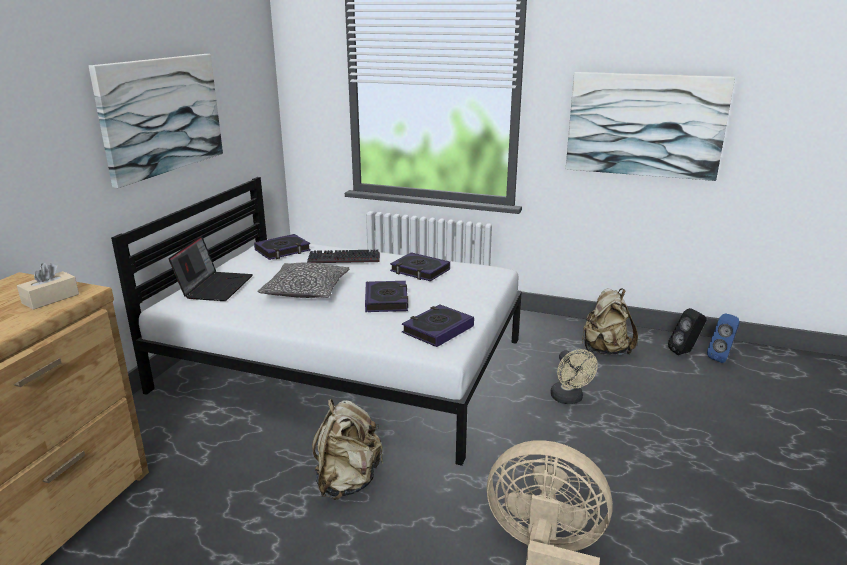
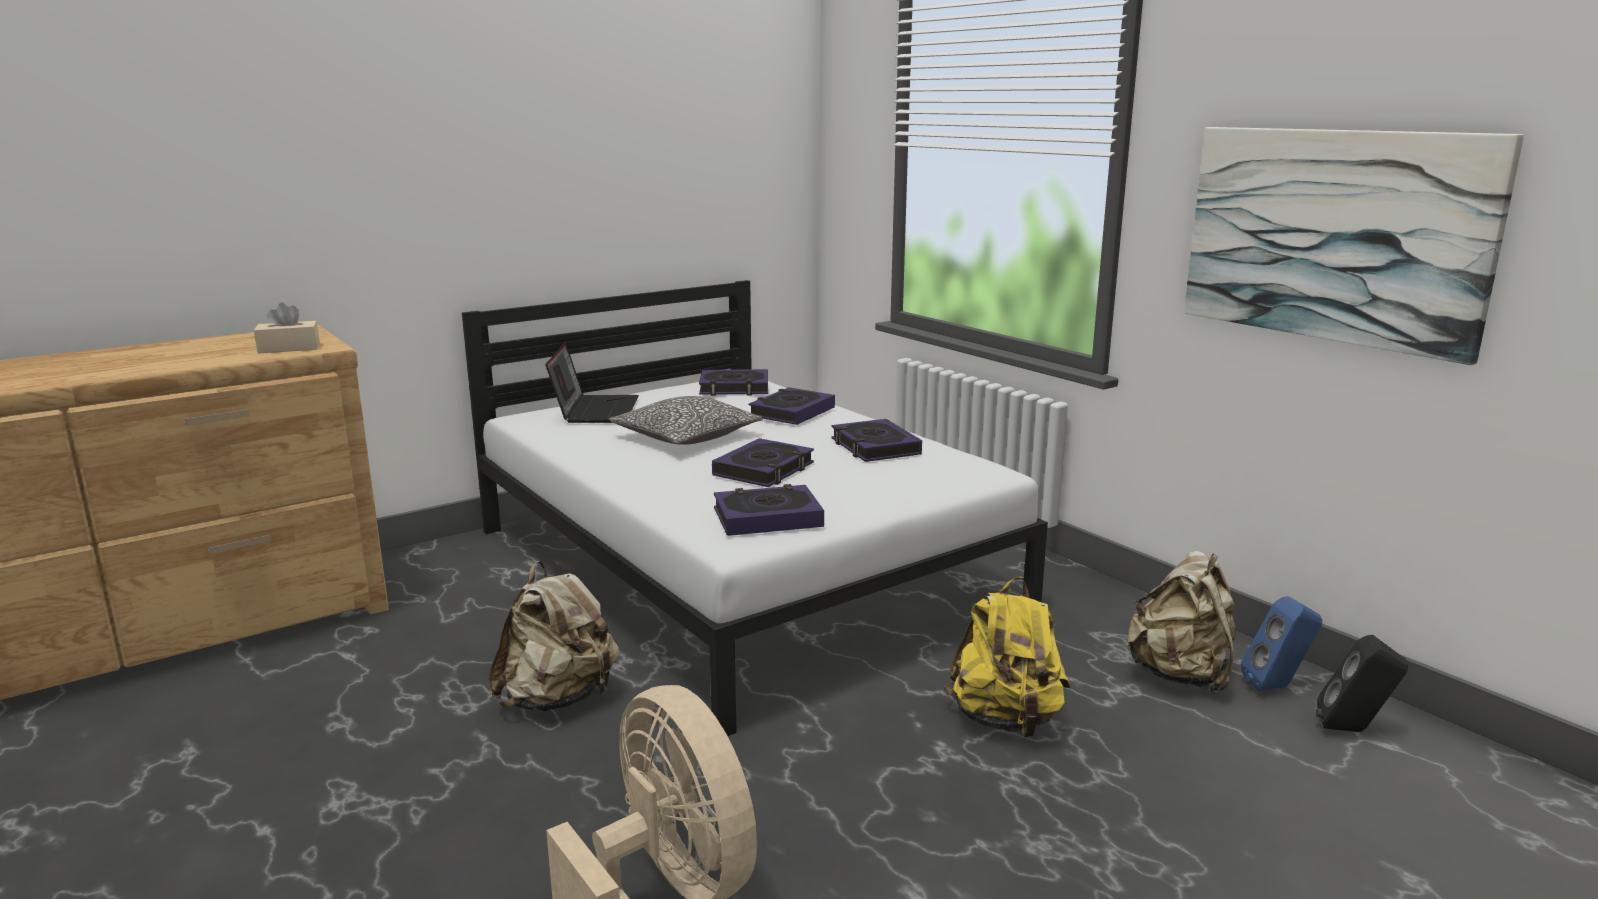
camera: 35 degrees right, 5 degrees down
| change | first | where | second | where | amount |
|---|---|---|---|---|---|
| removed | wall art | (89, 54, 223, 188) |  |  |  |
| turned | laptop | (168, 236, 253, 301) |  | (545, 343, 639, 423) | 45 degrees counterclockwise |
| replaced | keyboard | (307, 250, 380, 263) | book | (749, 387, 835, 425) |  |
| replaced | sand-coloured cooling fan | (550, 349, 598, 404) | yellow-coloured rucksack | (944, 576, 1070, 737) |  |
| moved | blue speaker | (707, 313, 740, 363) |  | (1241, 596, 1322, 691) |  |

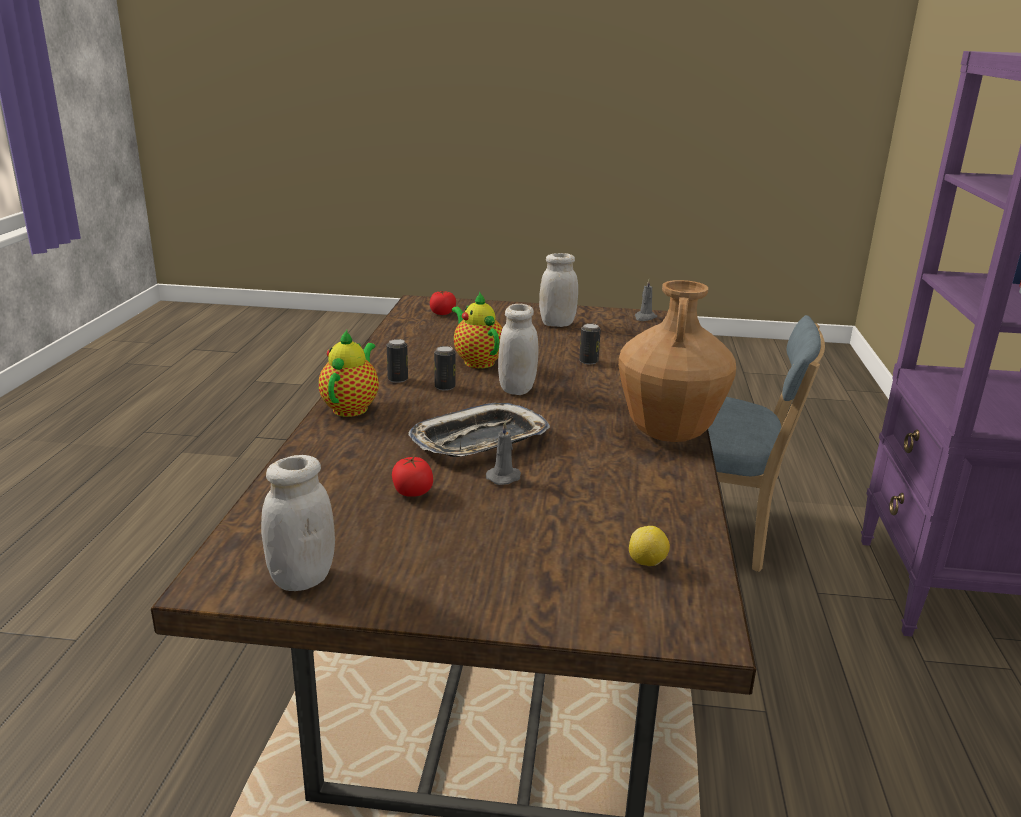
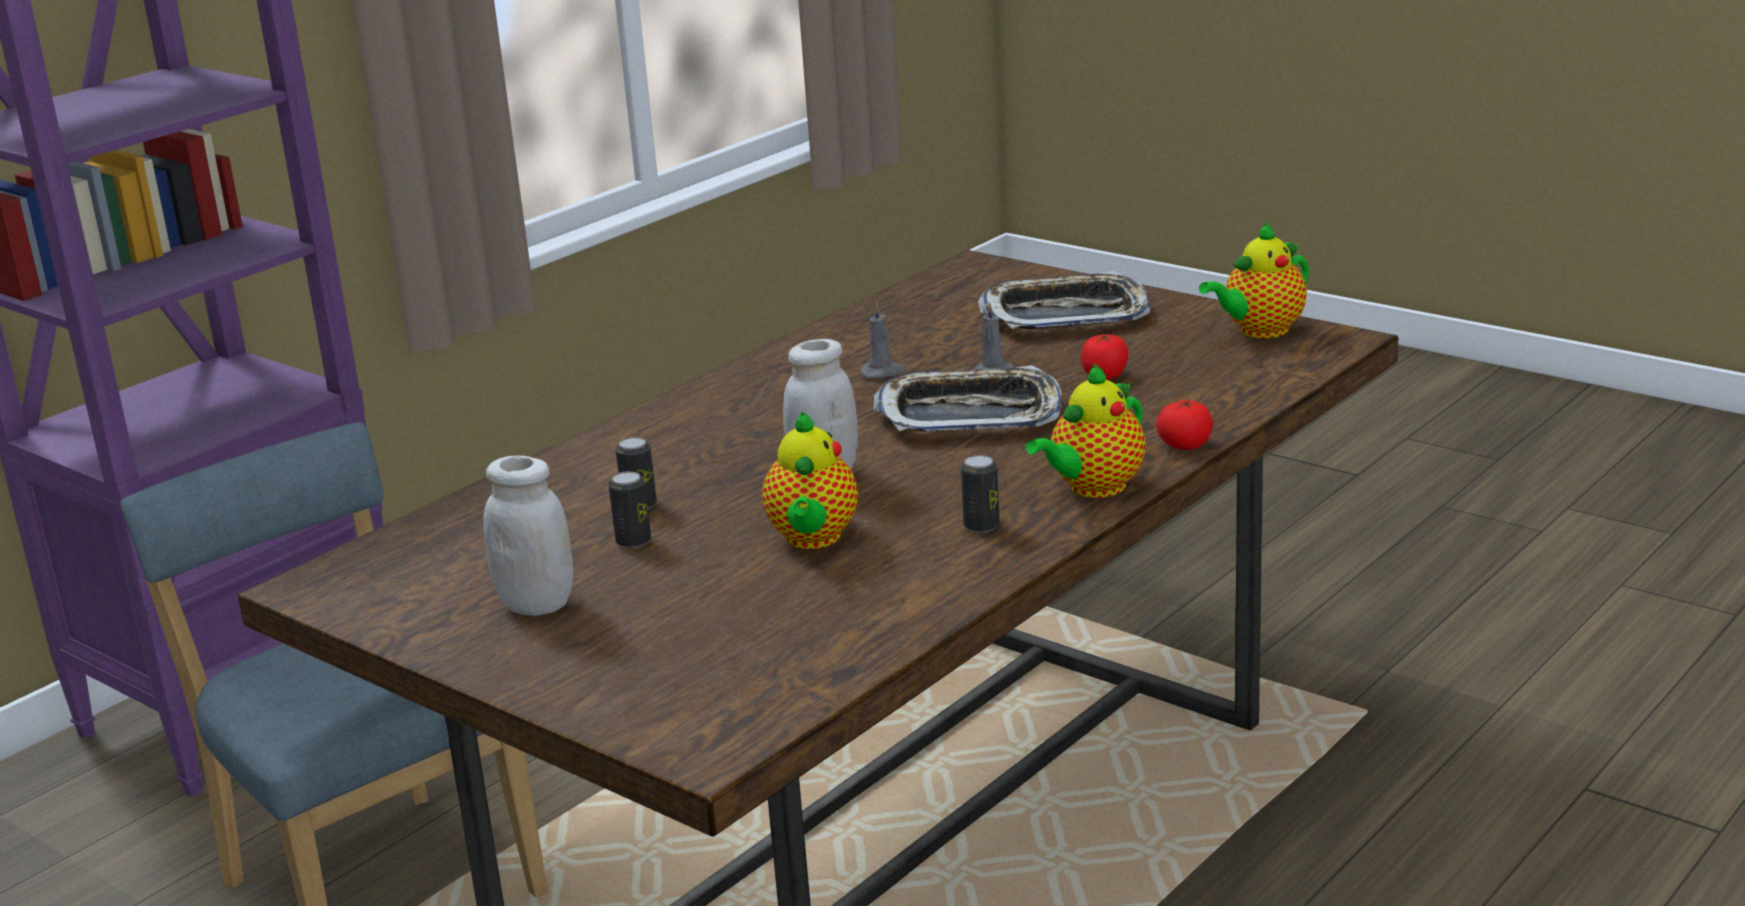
camera: 145 degrees left, 0 degrees up
| change | first | where | second | where | amount |
|---|---|---|---|---|---|
| replaced | whitish preserve jar | (261, 455, 335, 591) | tea pot | (1199, 222, 1309, 338) |  |
| moved | fresh tomato | (430, 291, 456, 315) |  | (1156, 399, 1213, 450) |  |
| moved | sealed can | (434, 346, 455, 391) |  | (608, 471, 651, 548) |  |
| removed | brown-coloured flower vase | (618, 280, 736, 442) |  |  |  |
| removed | lemon | (629, 526, 670, 566) |  |  |  |
| moved | grey wax candle | (635, 278, 657, 321) |  | (860, 303, 905, 379) |  |
| added |  |  | carrying tray | (978, 271, 1150, 329) |  |

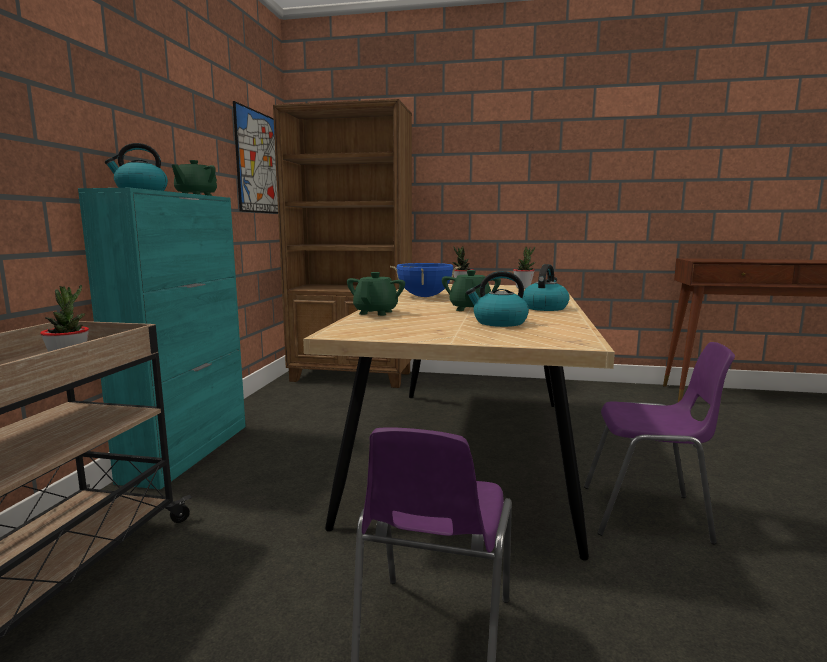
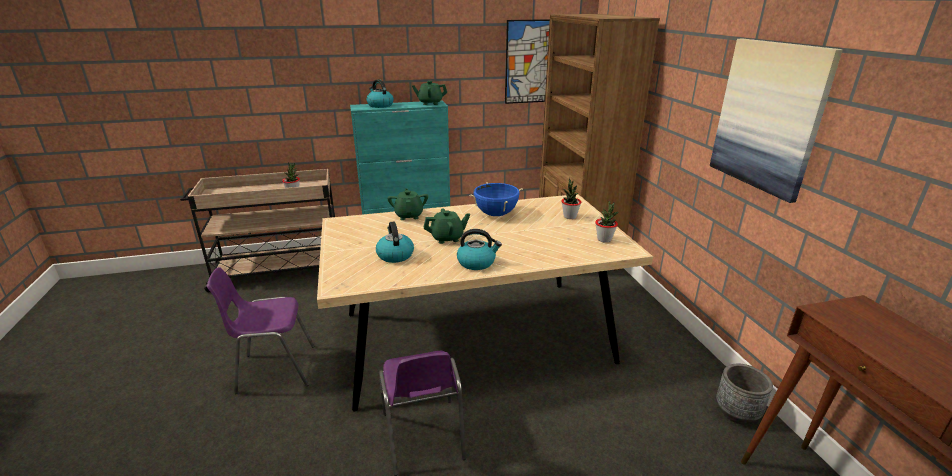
camera: 65 degrees right, 15 degrees up
| change | first | where | second | where | amount |
|---|---|---|---|---|---|
| turned | green-coloured tea pot | (347, 272, 405, 316) |  | (387, 188, 428, 220) | 90 degrees counterclockwise |
| added |  |  | wall art | (710, 39, 842, 203) |  |
| added |  |  | grey flower pot | (716, 363, 773, 425) |  |

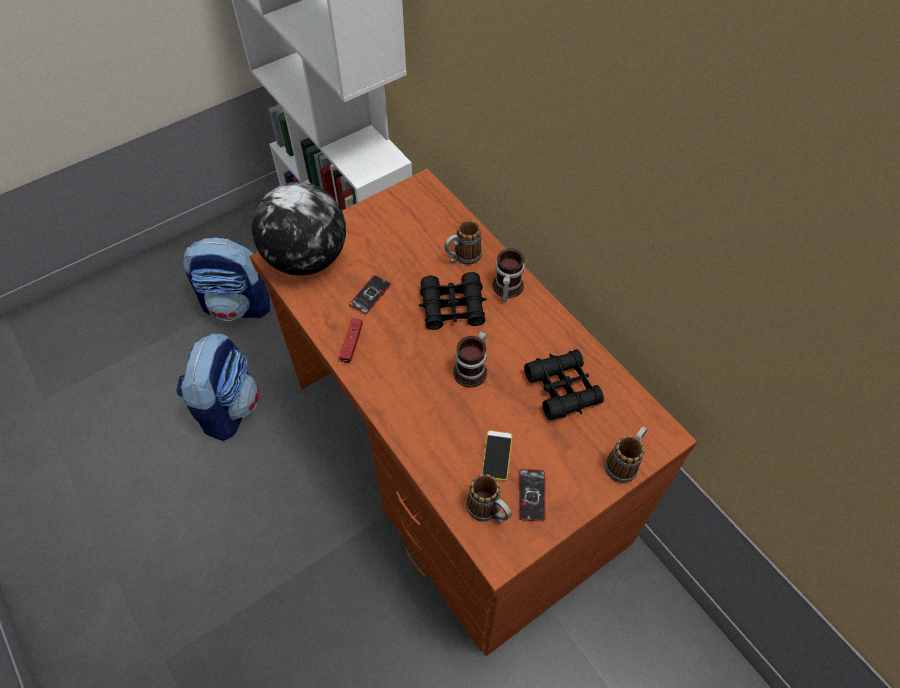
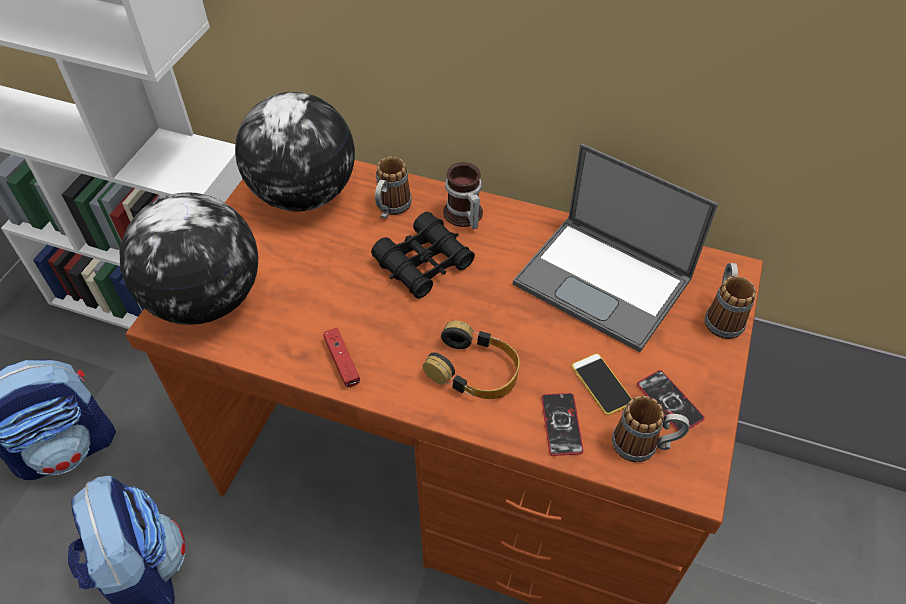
camera: 35 degrees left, 5 degrees down
| change | first | where | second | where | amount |
|---|---|---|---|---|---|
| moved | handset | (349, 275, 391, 314) |  | (541, 393, 584, 456) |  |
| removed | mug | (453, 331, 487, 388) |  |  |  |
| replaced | black-coloured binoculars | (524, 349, 604, 420) | laptop | (513, 143, 718, 352) |  |
| added |  |  | desk globe | (235, 92, 355, 211) |  |
| added |  |  | headset | (422, 321, 520, 399) |  |

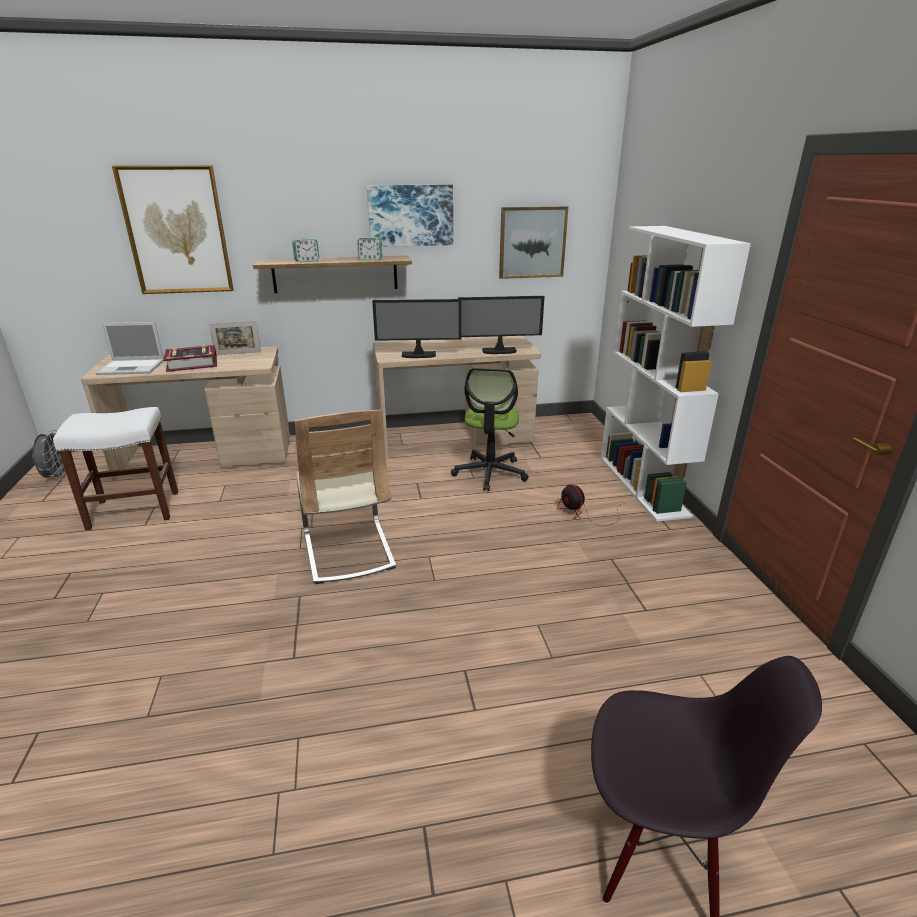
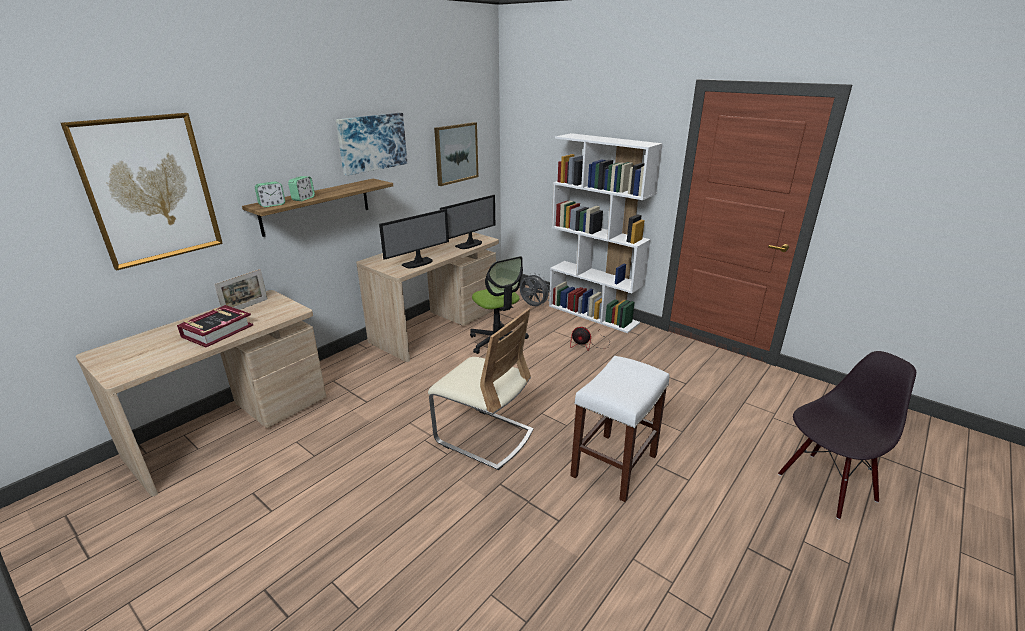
camera: 40 degrees left, 0 degrees up
| change | first | where | second | where | amount |
|---|---|---|---|---|---|
| moved | grey cooling fan | (32, 430, 67, 480) |  | (520, 273, 551, 306) |  |
| moved | whitish stool seat | (53, 407, 178, 530) |  | (570, 356, 669, 502) |  |
| removed | laptop | (96, 322, 164, 375) |  |  |  |
| moved | alarm clock | (357, 237, 382, 260) |  | (255, 182, 285, 207) |  |

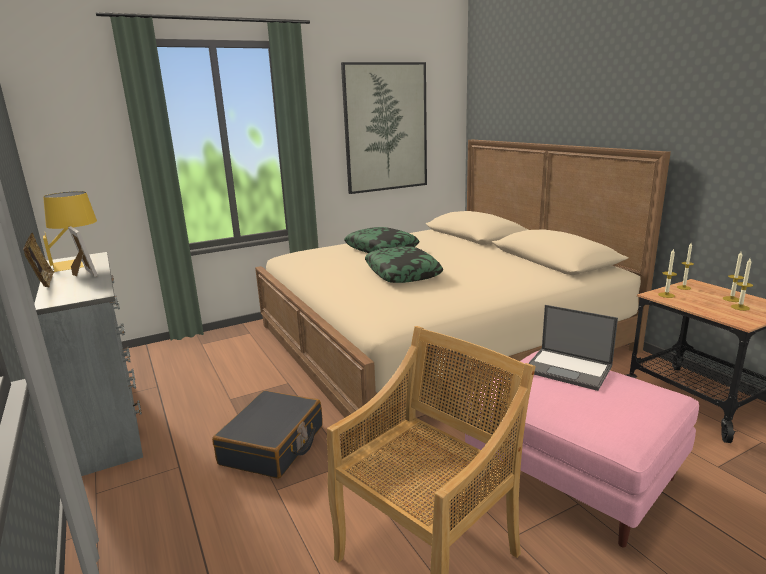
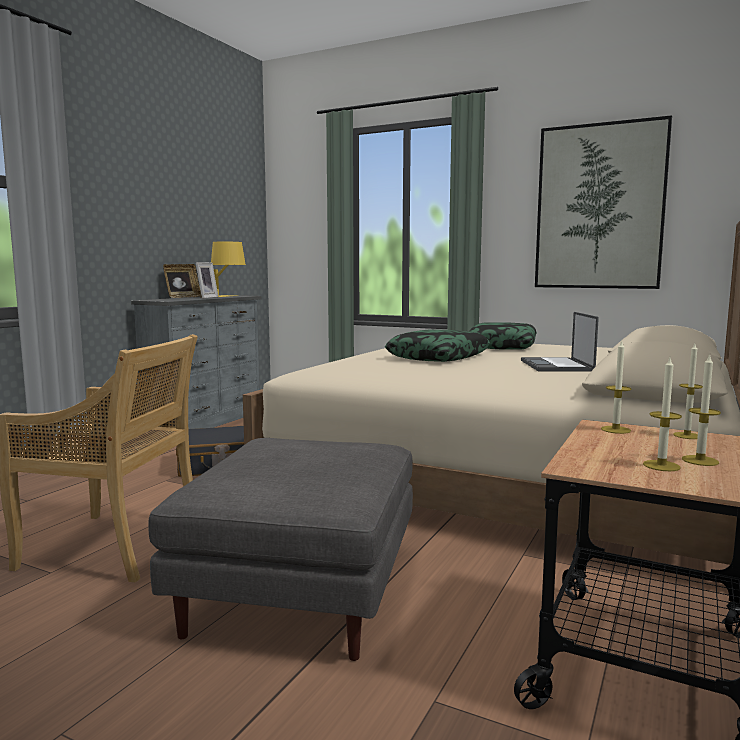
camera: 55 degrees right, 10 degrees down
| change | first | where | second | where | amount |
|---|---|---|---|---|---|
| recoloured | pink-coloured pouffe | (465, 350, 699, 548) | grey pouffe | (148, 438, 413, 661) |  |
| moved | laptop | (528, 305, 618, 391) |  | (521, 312, 599, 371) |  |

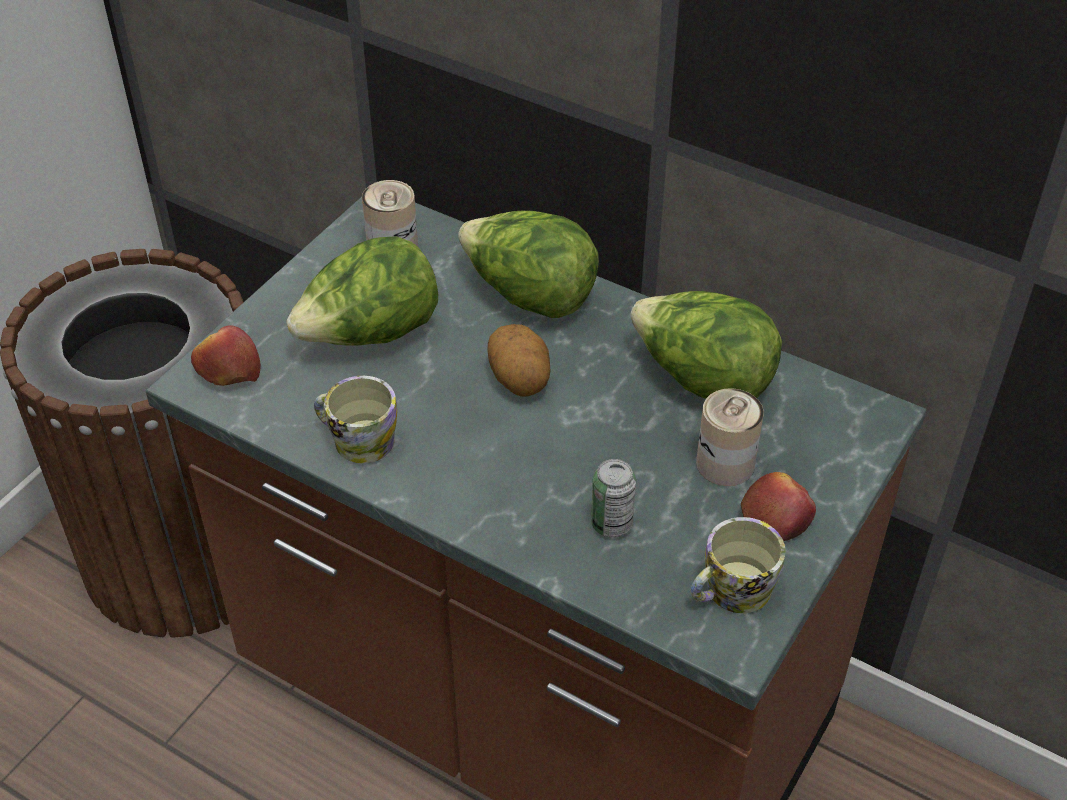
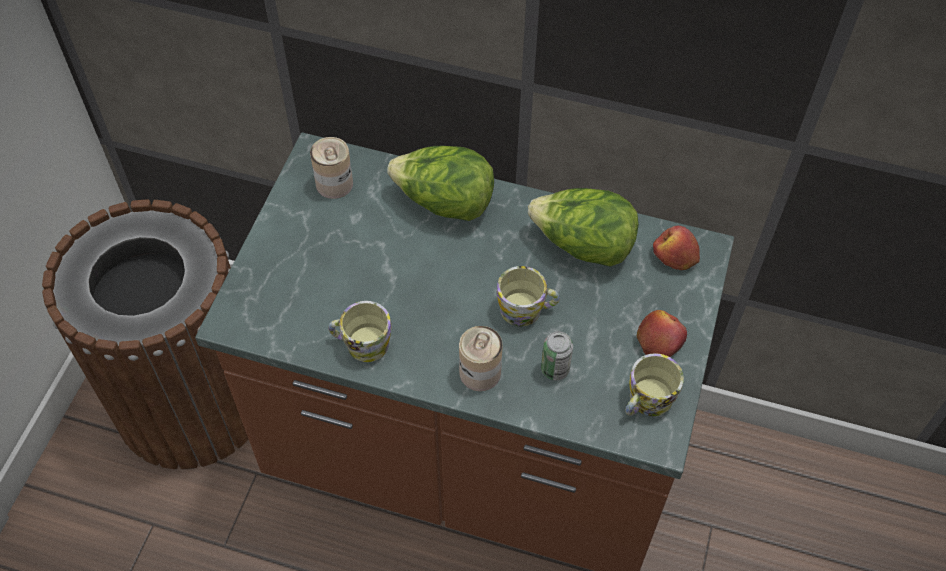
camera: 15 degrees left, 10 degrees up
| change | first | where | second | where | amount |
|---|---|---|---|---|---|
| moved | apple fruit | (191, 325, 261, 386) |  | (653, 226, 700, 270) |  |
| removed | lettuce head | (286, 236, 438, 346) |  |  |  |
| removed | spud | (487, 324, 551, 397) |  |  |  |
| moved | sealed can | (696, 388, 764, 486) |  | (459, 326, 503, 391) |  |
| added |  |  | mug | (497, 266, 560, 326) |  |

